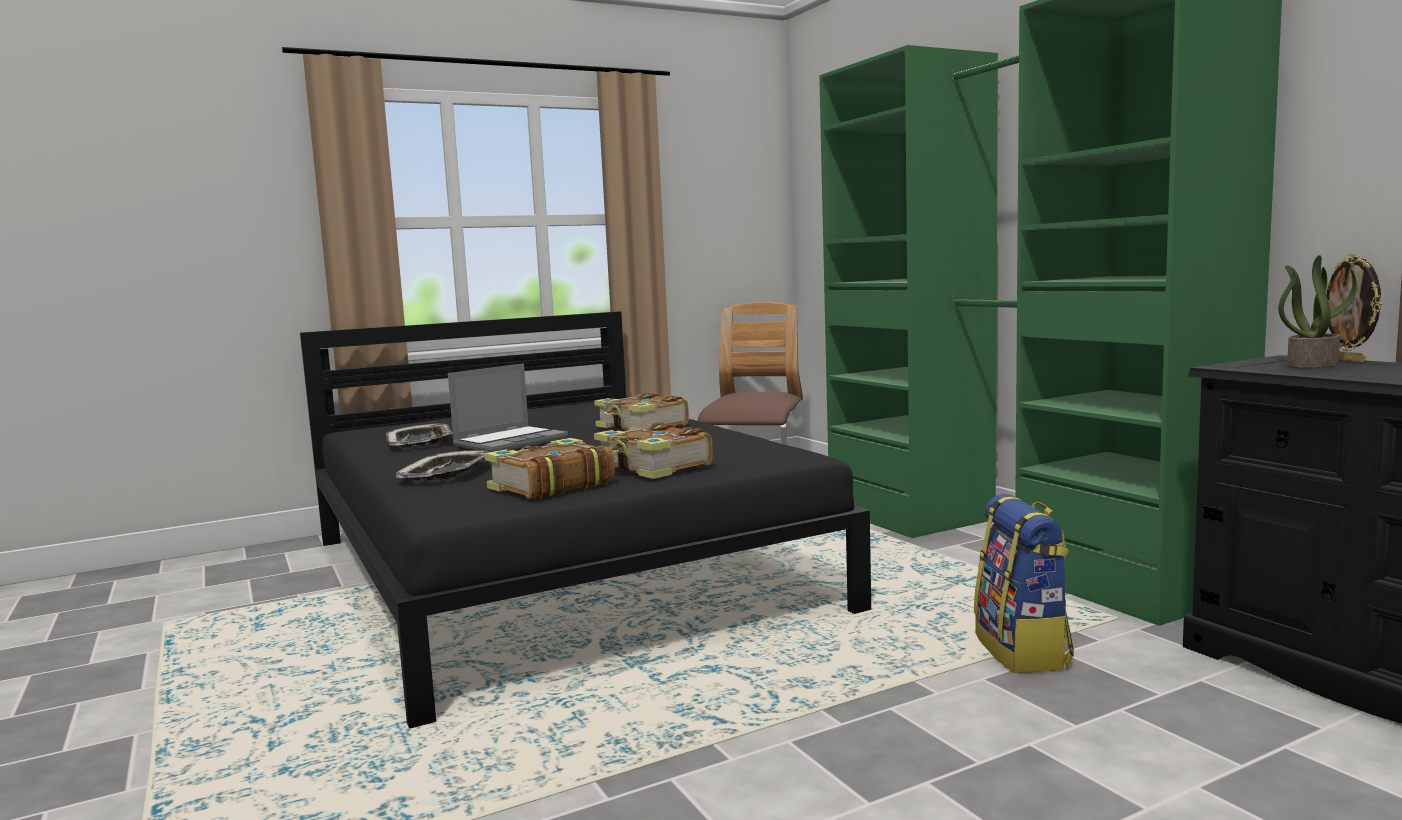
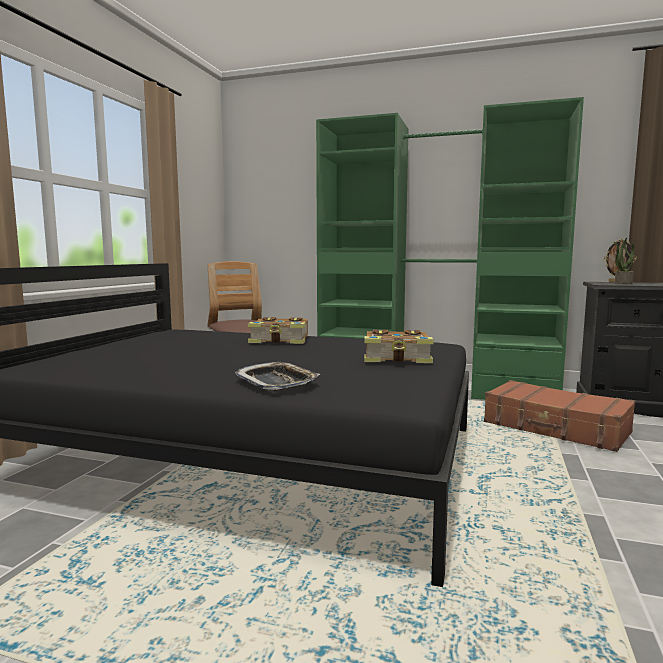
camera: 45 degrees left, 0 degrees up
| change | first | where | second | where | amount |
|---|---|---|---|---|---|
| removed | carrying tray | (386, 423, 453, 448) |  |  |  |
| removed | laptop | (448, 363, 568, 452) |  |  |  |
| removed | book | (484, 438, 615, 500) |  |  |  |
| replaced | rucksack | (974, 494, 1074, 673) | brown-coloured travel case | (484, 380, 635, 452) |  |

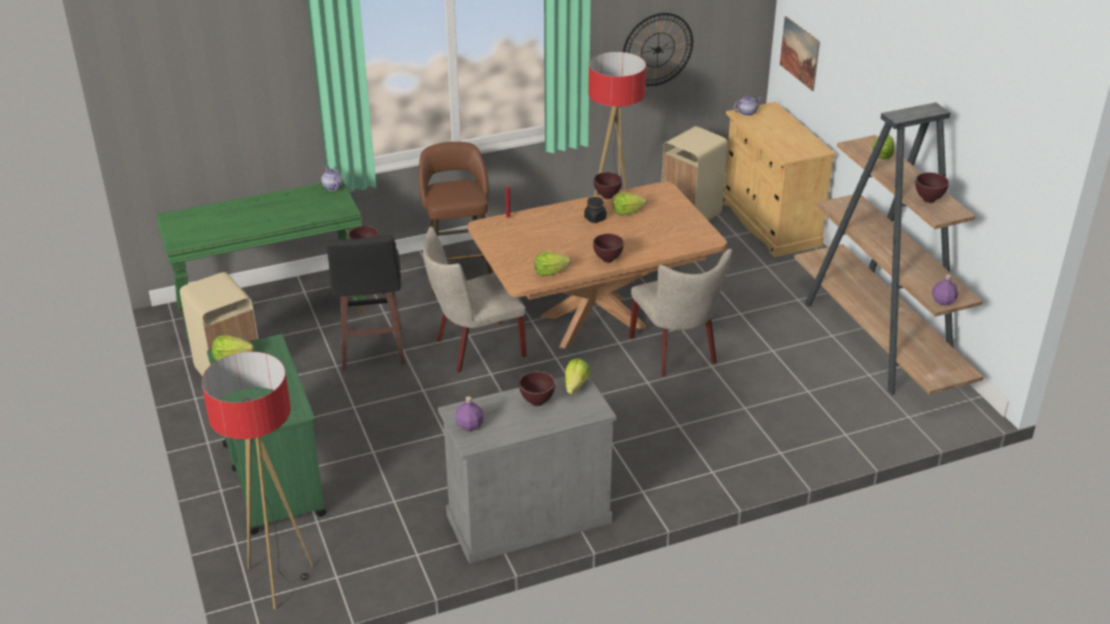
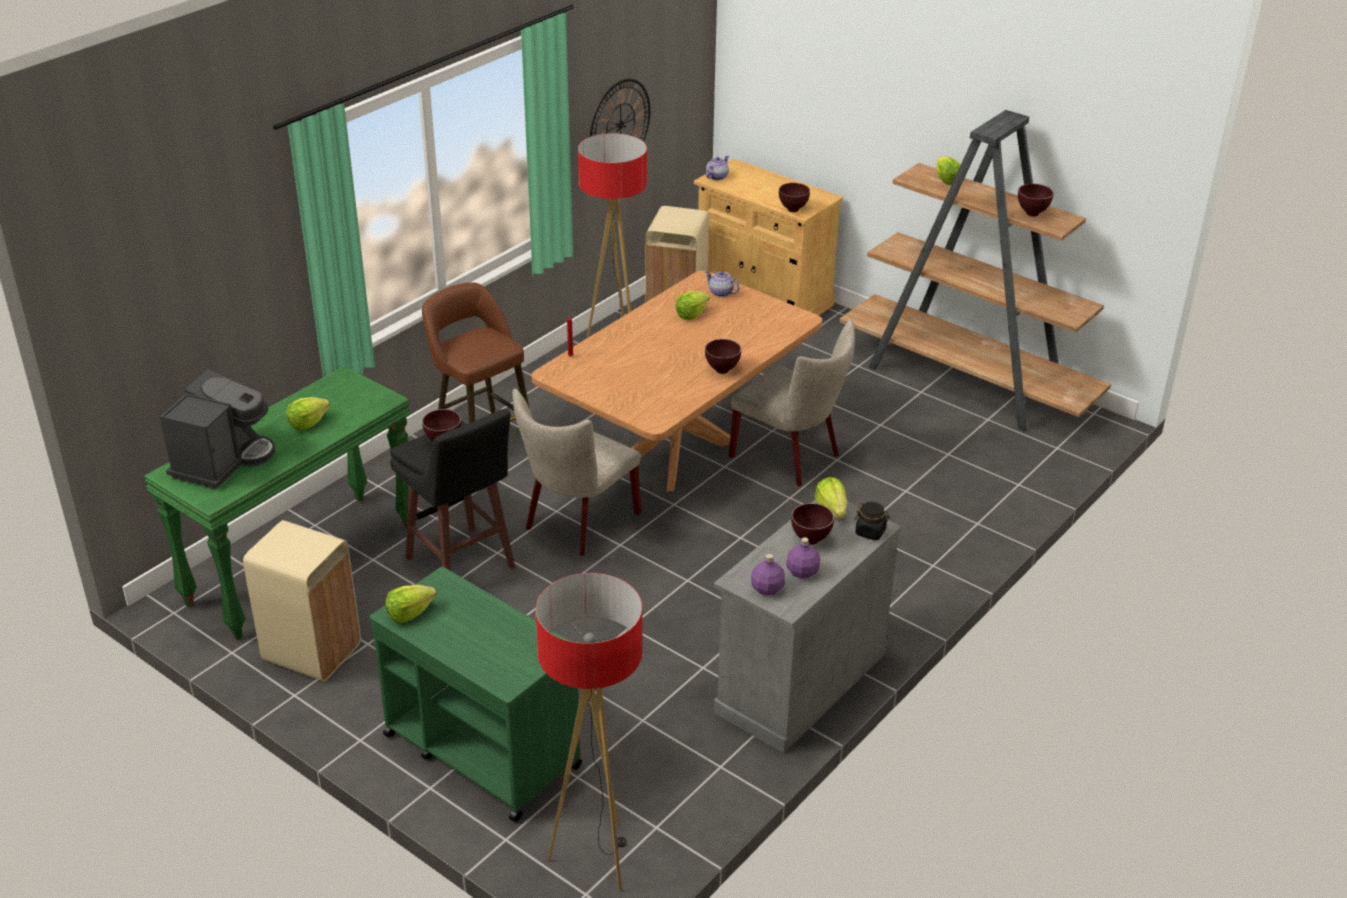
camera: 30 degrees left, 0 degrees up
| change | first | where | second | where | amount |
|---|---|---|---|---|---|
| moved | tea pot | (321, 166, 343, 191) |  | (705, 270, 740, 297) |  |
| moved | lettuce head | (535, 252, 571, 276) |  | (286, 397, 330, 431) |  |
| moved | black-coloured preserve jar | (584, 197, 606, 223) |  | (855, 502, 890, 540) |  |
| moved | brown-coloured serving bowl | (594, 172, 622, 199) |  | (779, 183, 810, 212) |  |
| removed | wall art | (780, 16, 820, 91) |  |  |  |
| moved | purple drink bottle | (932, 274, 958, 305) |  | (786, 537, 820, 579) |  |
| added |  |  | coffee machine | (160, 369, 275, 489) |  |

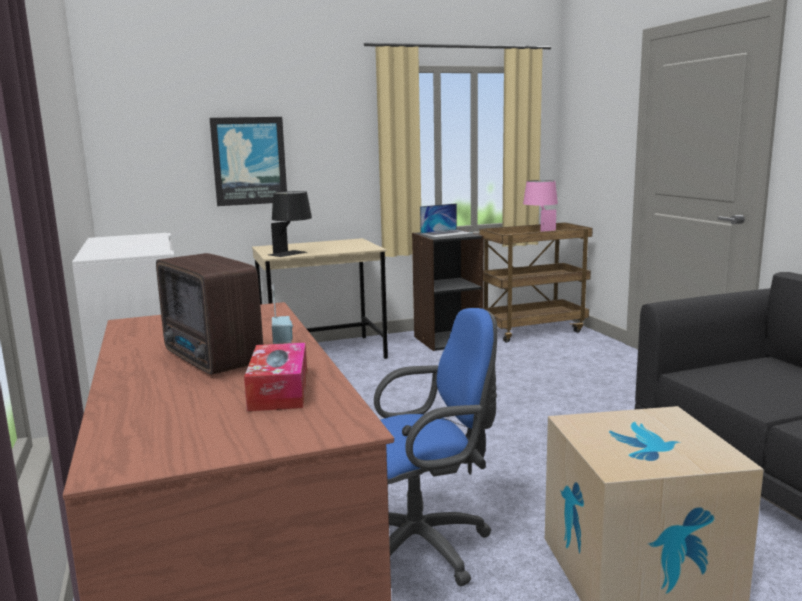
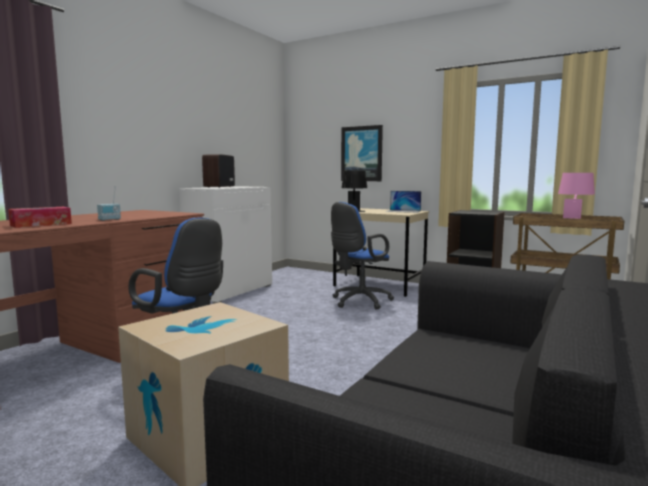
camera: 50 degrees right, 5 degrees down
| change | first | where | second | where | amount |
|---|---|---|---|---|---|
| moved | radio receiver | (156, 253, 263, 375) |  | (202, 154, 235, 188) |  |
| moved | laptop | (420, 203, 473, 237) |  | (385, 191, 421, 213) |  |
| added |  |  | blue office chair | (331, 202, 394, 309) |  |

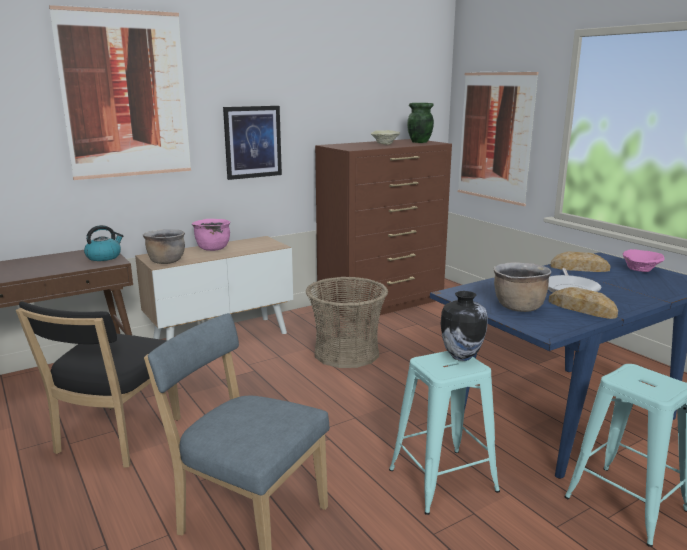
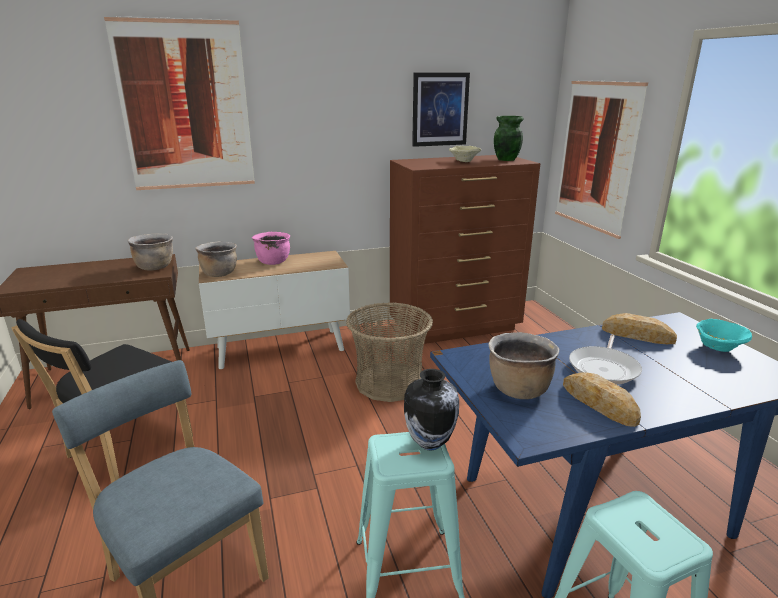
camera: 15 degrees right, 5 degrees up
| change | first | where | second | where | amount |
|---|---|---|---|---|---|
| replaced | tea kettle | (84, 225, 124, 261) | brown-coloured saucepot | (127, 233, 173, 271) |  |
| moved | wall art | (223, 106, 282, 180) |  | (412, 73, 470, 147) |  |
| recoloured | pink-coloured serving bowl | (623, 249, 665, 272) | turquoise-coloured serving bowl | (696, 319, 752, 352) |  |

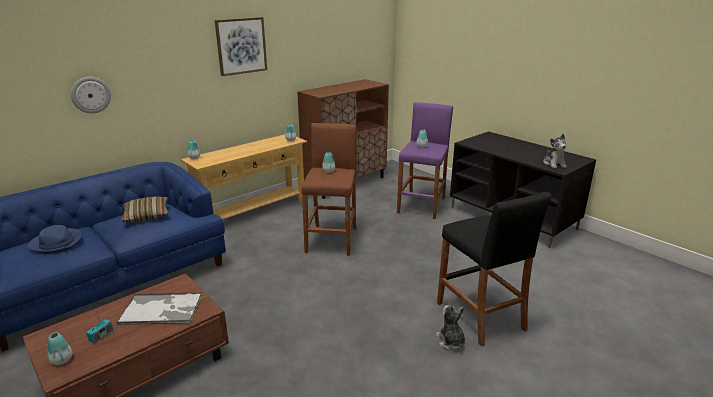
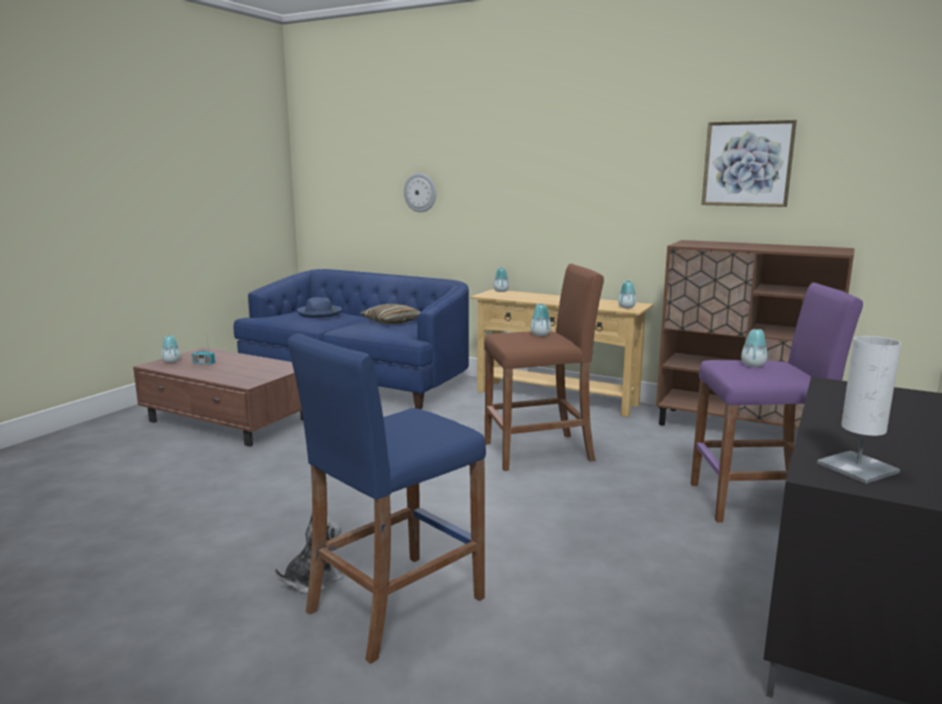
camera: 70 degrees right, 10 degrees down
| change | first | where | second | where | amount |
|---|---|---|---|---|---|
| removed | carrying tray | (117, 292, 203, 325) |  |  |  |
| moved | wall art | (215, 17, 267, 76) |  | (701, 120, 797, 207) |  |
| recoloured | black-coloured stool seat | (437, 192, 552, 347) | blue stool seat | (288, 333, 486, 664) |  |
| replaced | soft toy | (543, 134, 567, 168) | whitish table lamp | (817, 336, 901, 484) |  |

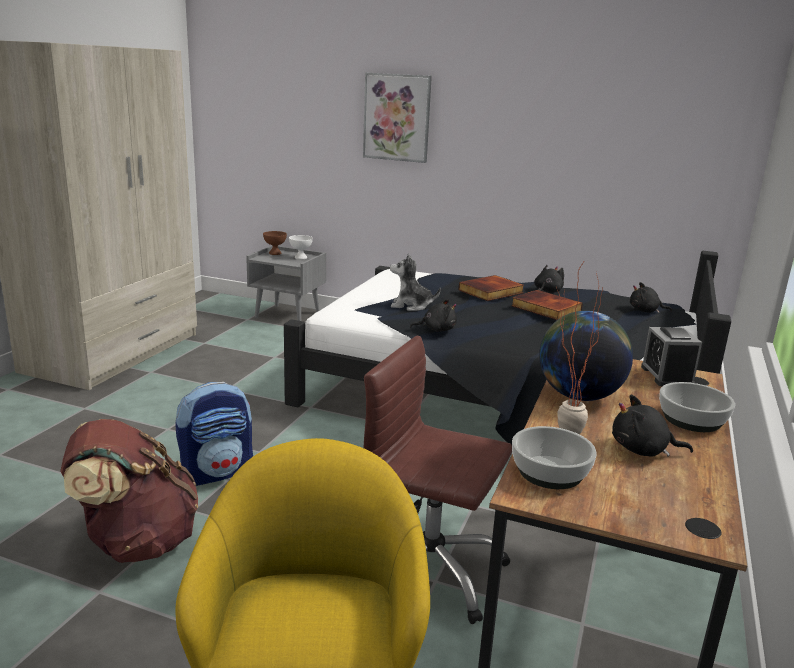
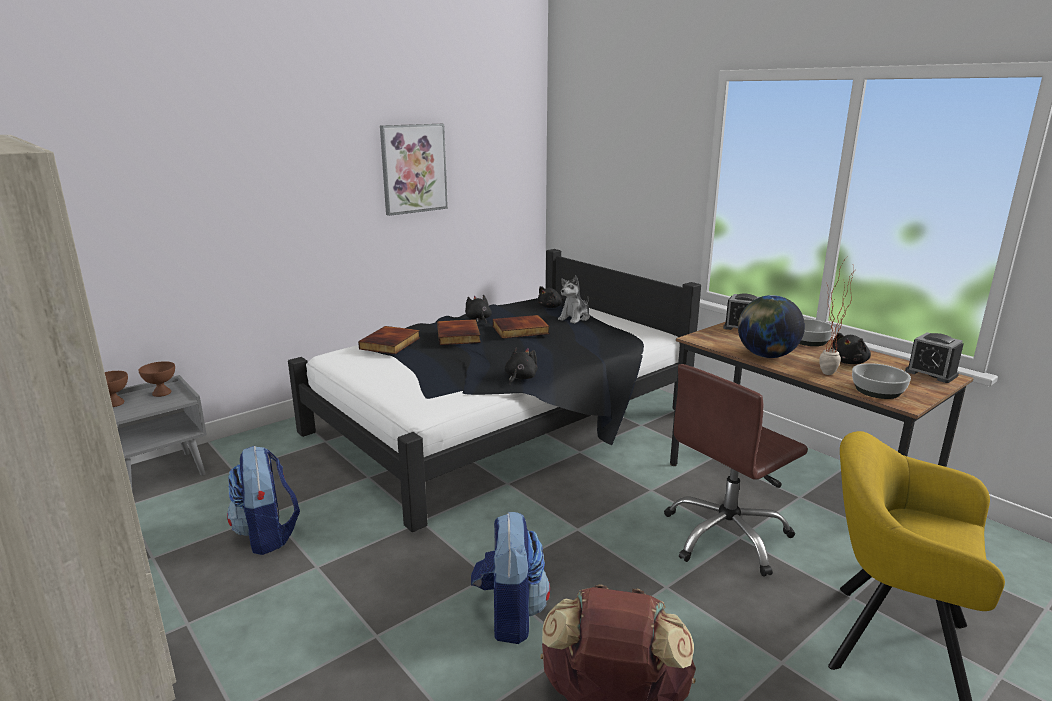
camera: 60 degrees left, 0 degrees up
| change | first | where | second | where | amount |
|---|---|---|---|---|---|
| recoloured | whitish serving bowl | (289, 235, 313, 260) | brown-coloured serving bowl | (138, 361, 175, 397) |  |
| moved | wall art | (363, 73, 432, 163) |  | (380, 124, 448, 216) |  |
| moved | soft toy | (390, 254, 441, 311) |  | (558, 275, 590, 324) |  |
| added |  |  | rucksack | (227, 445, 300, 555) |  |
| added |  |  | book | (358, 326, 420, 354) |  |
| added |  |  | alarm clock | (905, 332, 963, 383) |  |

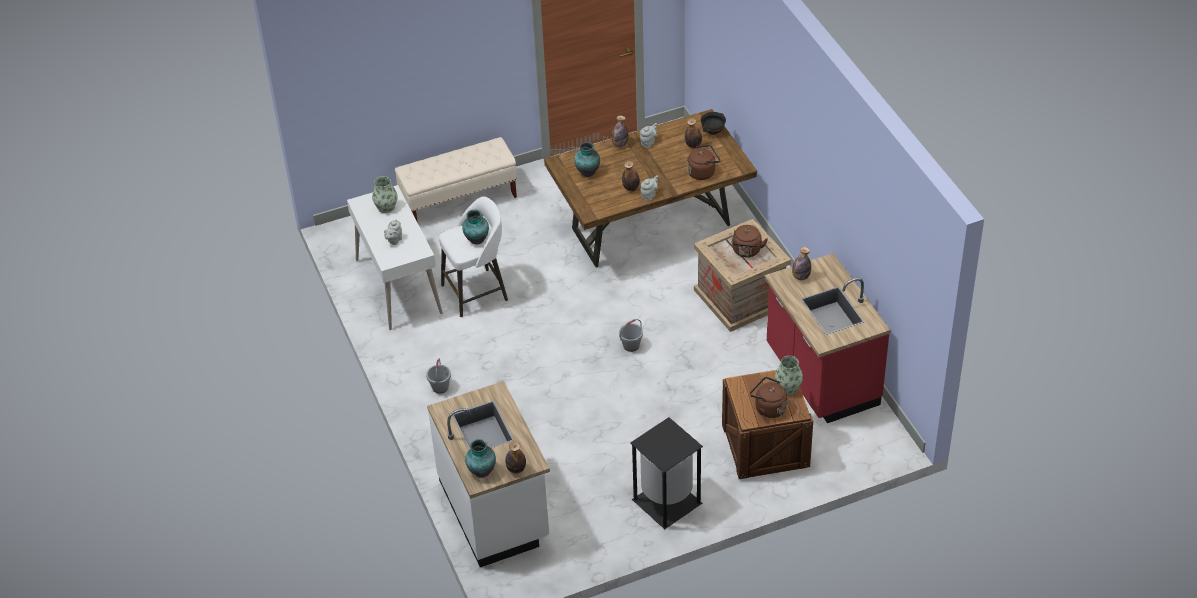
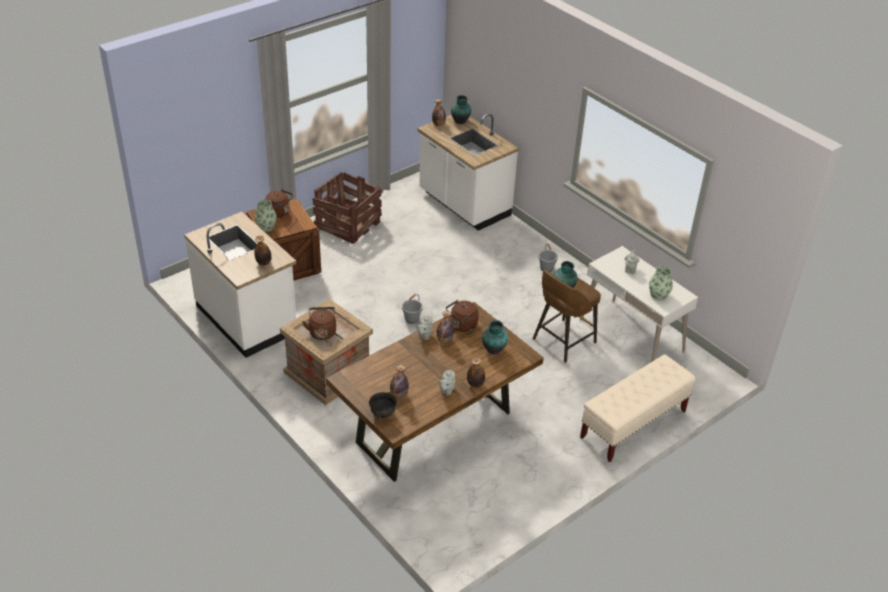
camera: 160 degrees right, 5 degrees down
| change | first | where | second | where | amount |
|---|---|---|---|---|---|
| recoloured | whitish stool seat | (439, 196, 508, 317) | brown-coloured stool seat | (533, 269, 601, 363) |  |
| replaced | black-coloured trash can | (630, 417, 703, 529) | packing crate | (312, 172, 382, 244) |  |
| moved | brown-coloured tea kettle | (687, 145, 720, 180) |  | (446, 300, 479, 332) |  |
| recoloured | red kitchen counter | (764, 253, 890, 423) | whitish kitchen counter | (184, 212, 296, 358) |  |

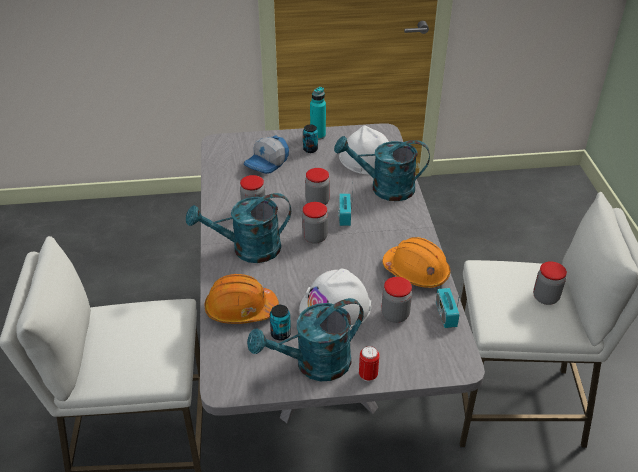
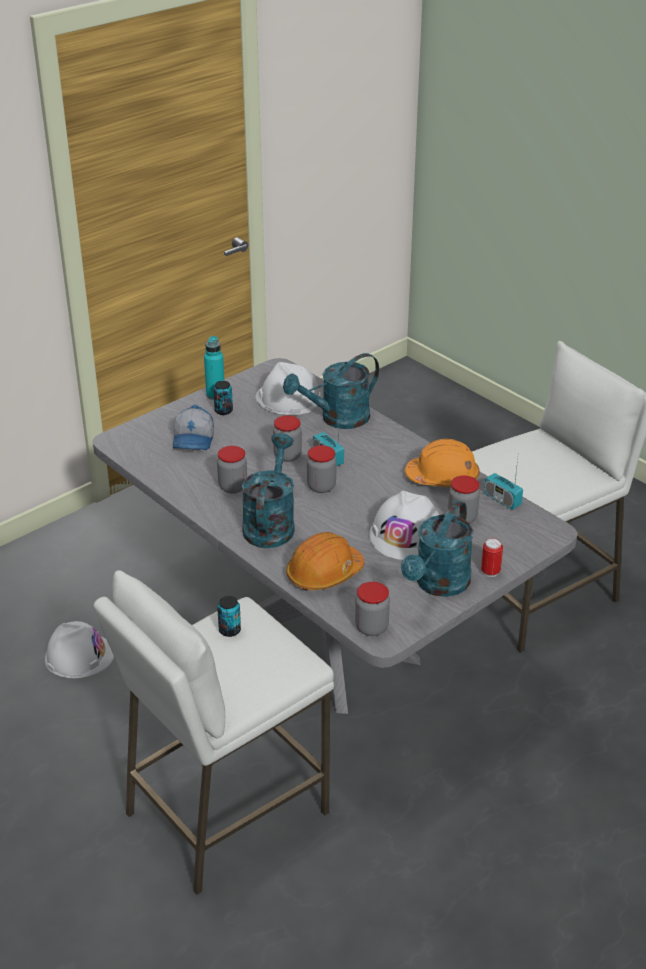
camera: 35 degrees left, 5 degrees down
| change | first | where | second | where | amount |
|---|---|---|---|---|---|
| turned | turquoise-coloured watering pot | (186, 193, 291, 263) |  | (242, 433, 295, 548) | 150 degrees clockwise |
| moved | sealed can | (270, 305, 291, 340) |  | (217, 596, 241, 637) |  |
| moved | preserve jar | (533, 261, 567, 305) |  | (355, 582, 390, 636) |  |
| added |  |  | whitish work helmet | (45, 621, 114, 678) |  |

